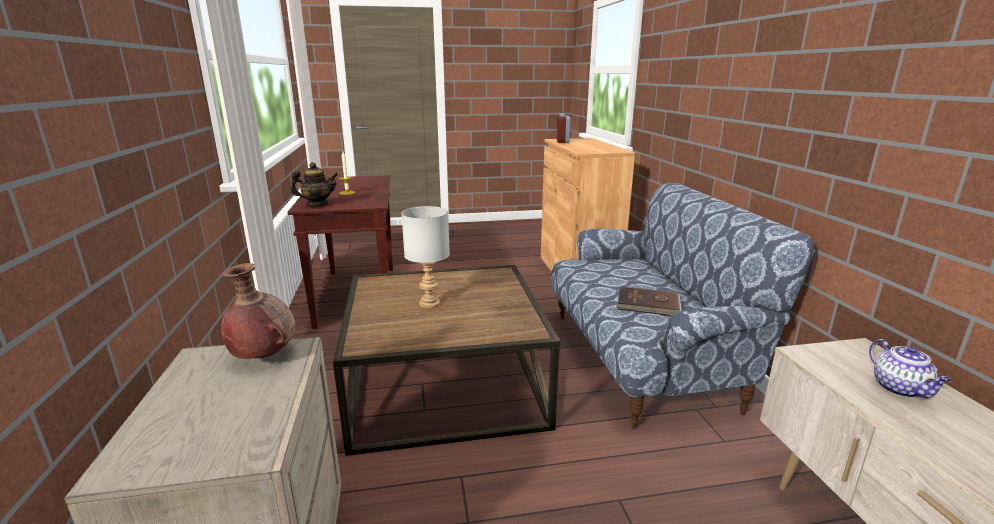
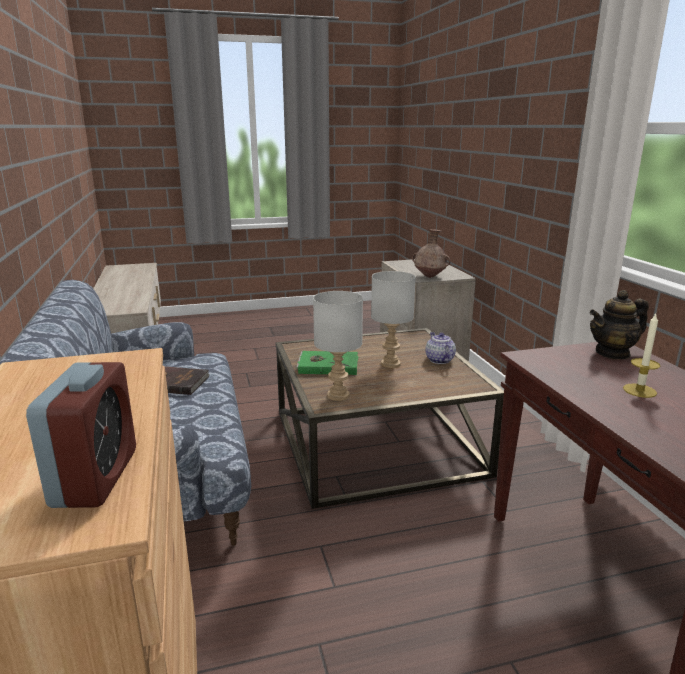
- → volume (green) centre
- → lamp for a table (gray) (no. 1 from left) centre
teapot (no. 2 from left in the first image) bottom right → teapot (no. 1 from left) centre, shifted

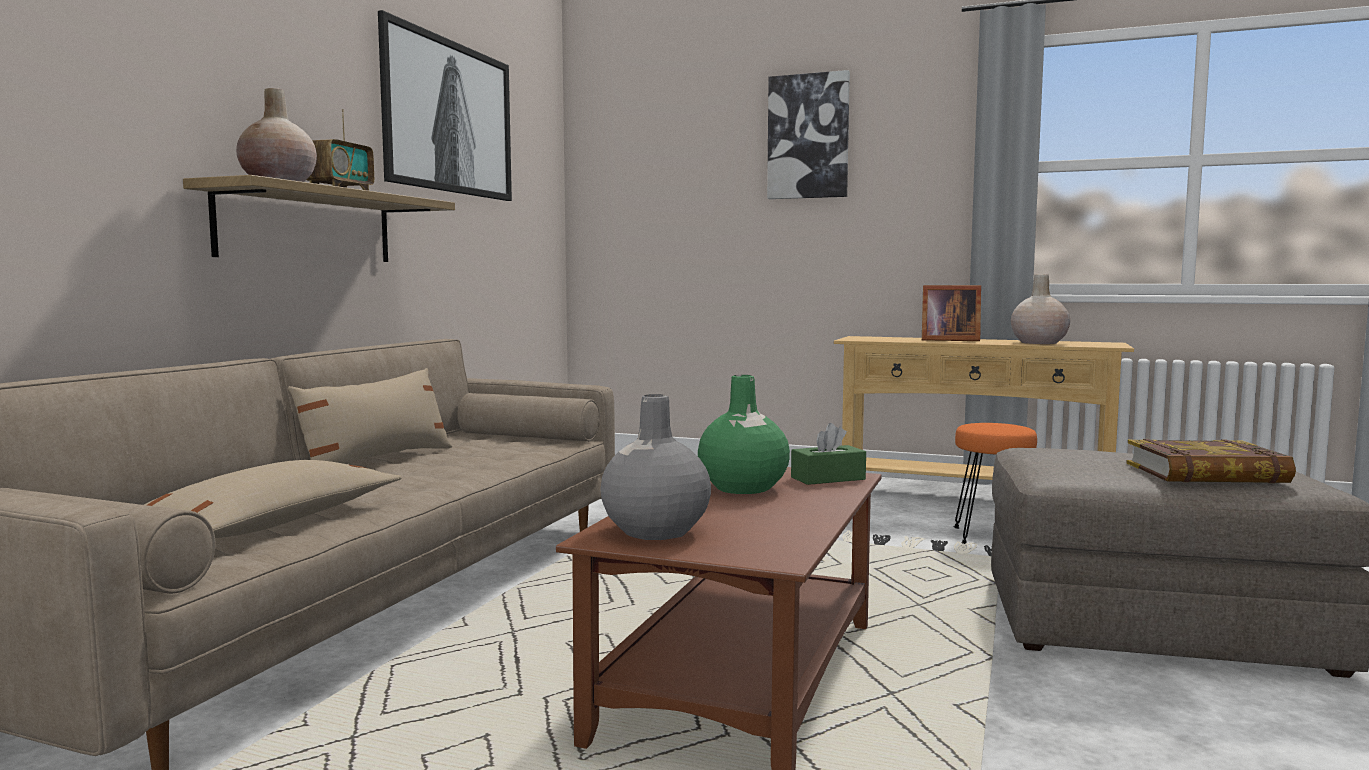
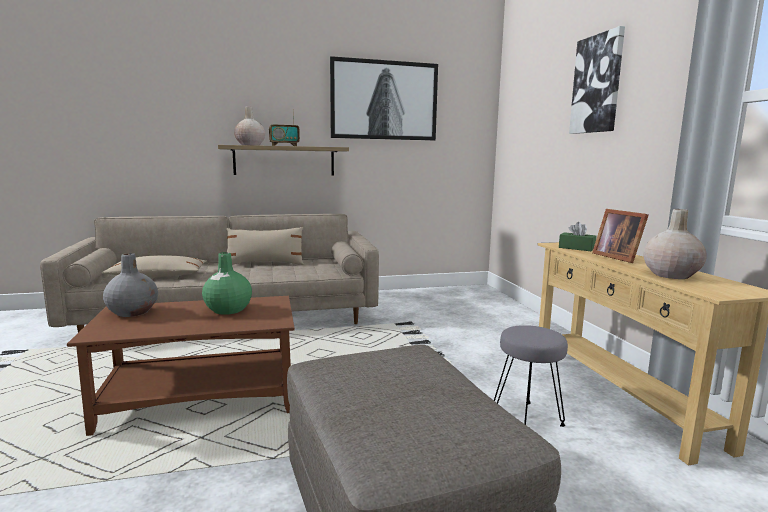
stool (orange) middle right → stool (gray) bottom right
tissue box (green) centre → tissue box (green) middle right, shifted
volume middle right → -

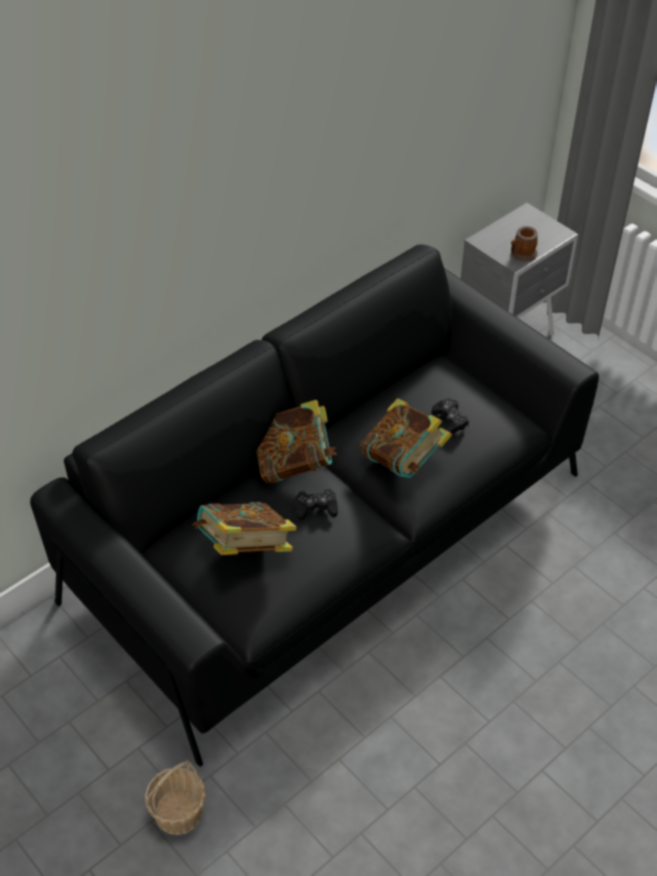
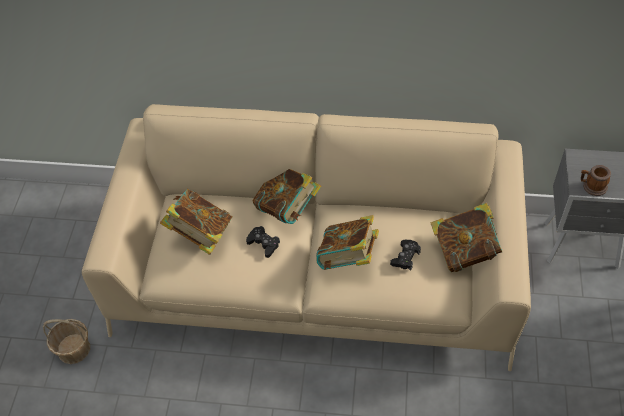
couch (black-coloured) centre → couch (sand-coloured) centre
- → volume (no. 4 from left) middle right

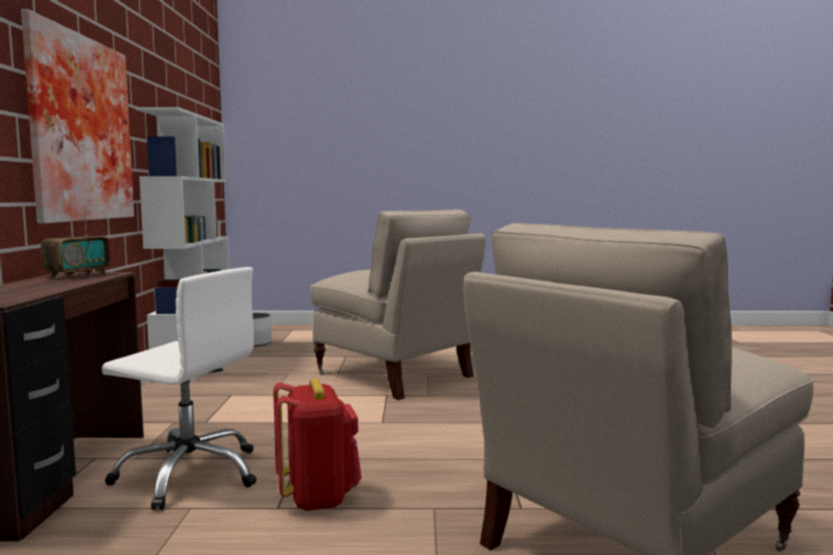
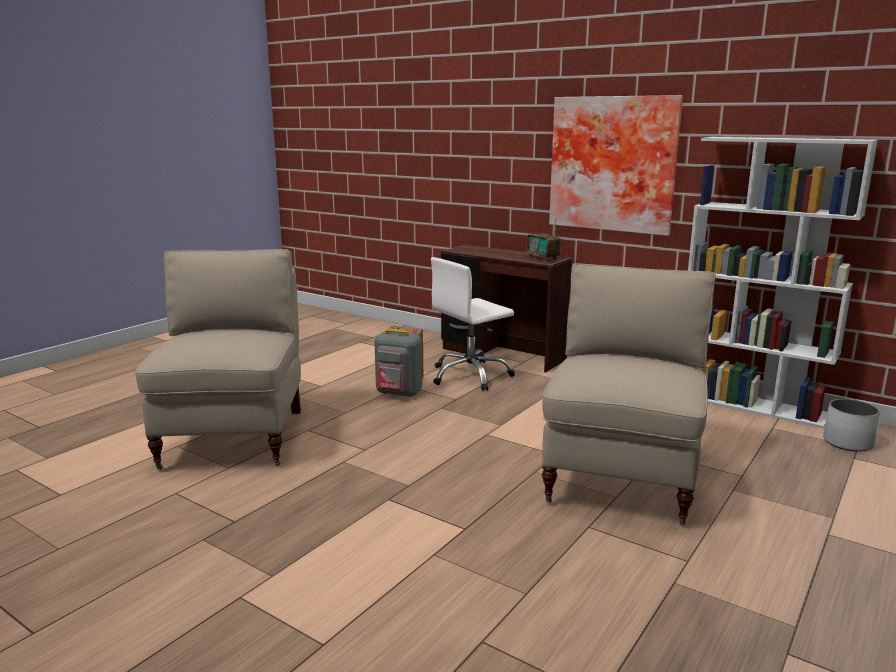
backpack (reddish) bottom centre → backpack (gray) centre
plain chair (sand-coloured) (no. 1 from left in the first image) centre → plain chair (sand-coloured) (no. 2 from left) middle right, 120 degrees clockwise

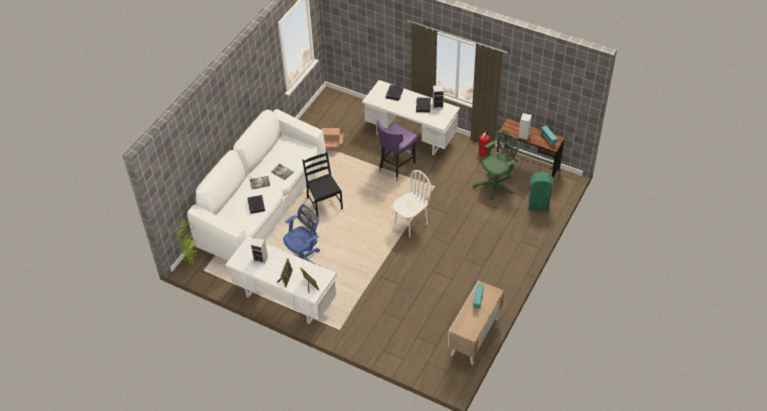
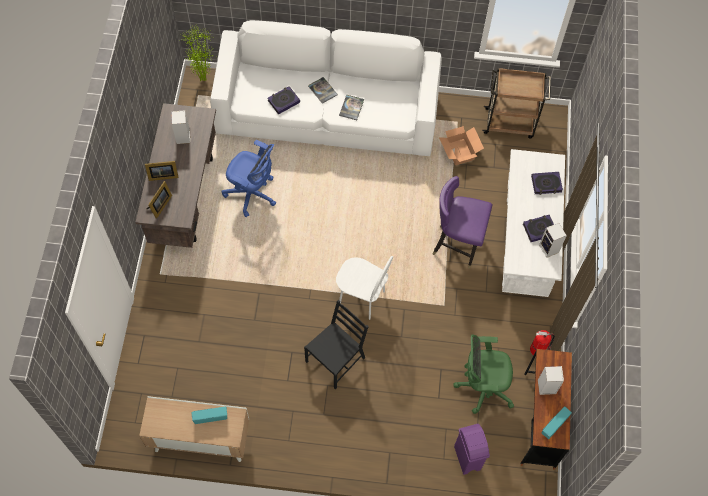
desk table (white-coloured) (no. 1 from left) bottom centre → desk table (brownish) (no. 1 from left) middle left
plain chair (black-coloured) centre → plain chair (black-coloured) bottom centre, shifted
desk chair (green) centre → desk chair (green) bottom right, 150 degrees clockwise
trash can (green) middle right → trash can (purplish) bottom right
- → trolley (brownish) top right

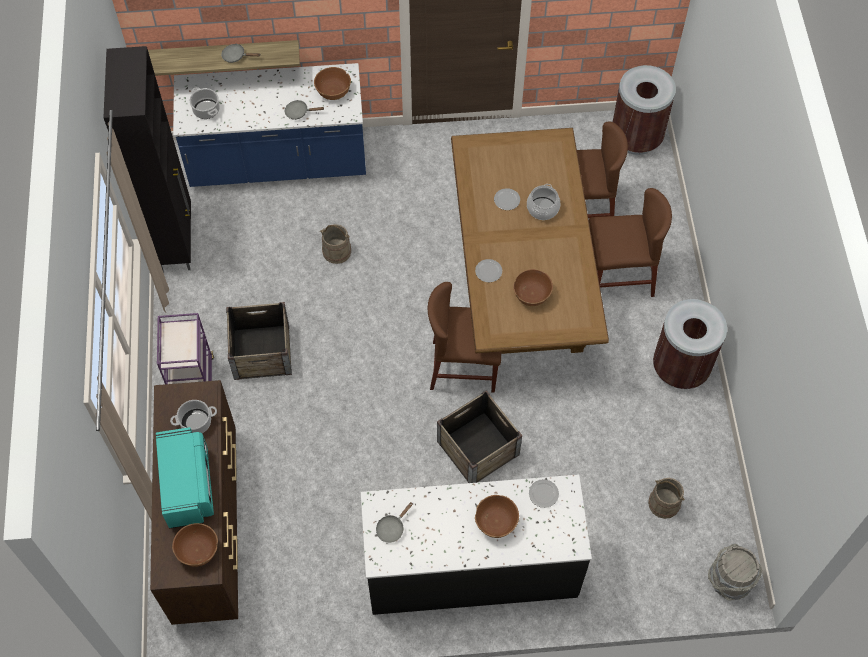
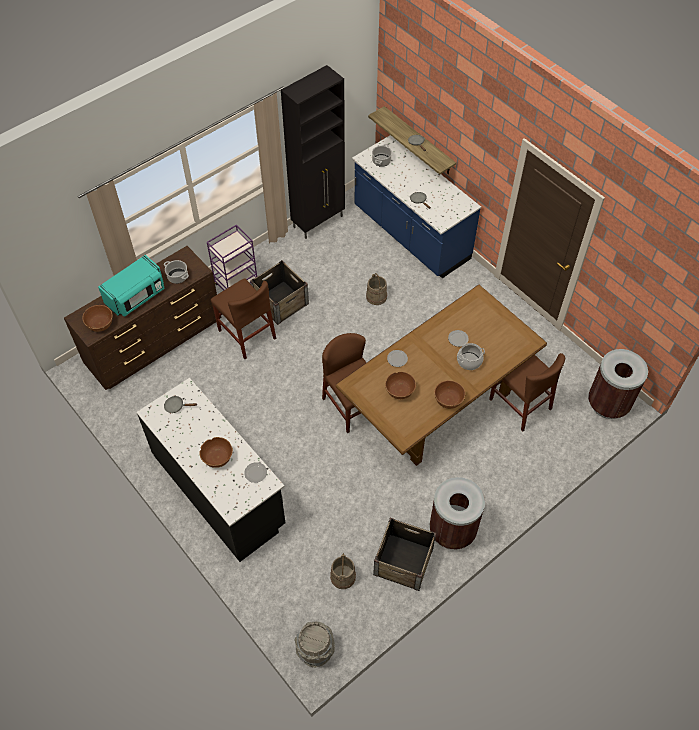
plain chair (brownish) (no. 3 from left in the first image) middle right → plain chair (brownish) (no. 1 from left) centre, shifted
packing crate (no. 2 from left) centre → packing crate (no. 2 from left) bottom centre, shifted
deep dish (brownish) (no. 2 from left in the first image) top centre → deep dish (brownish) (no. 4 from left) centre, shifted

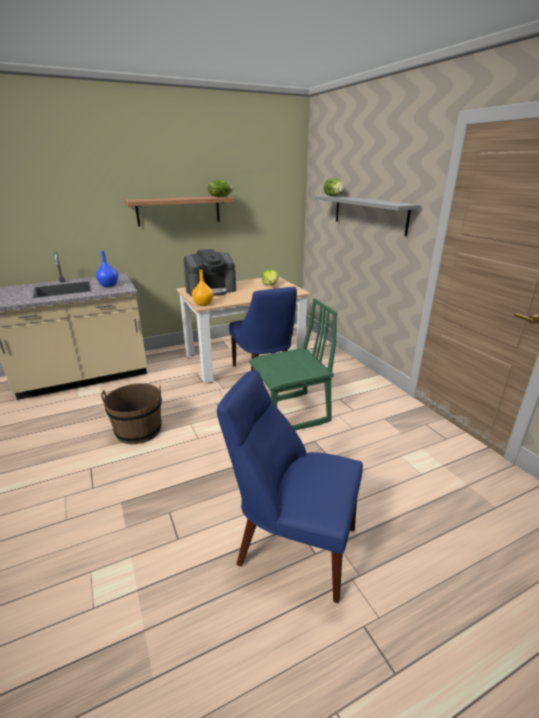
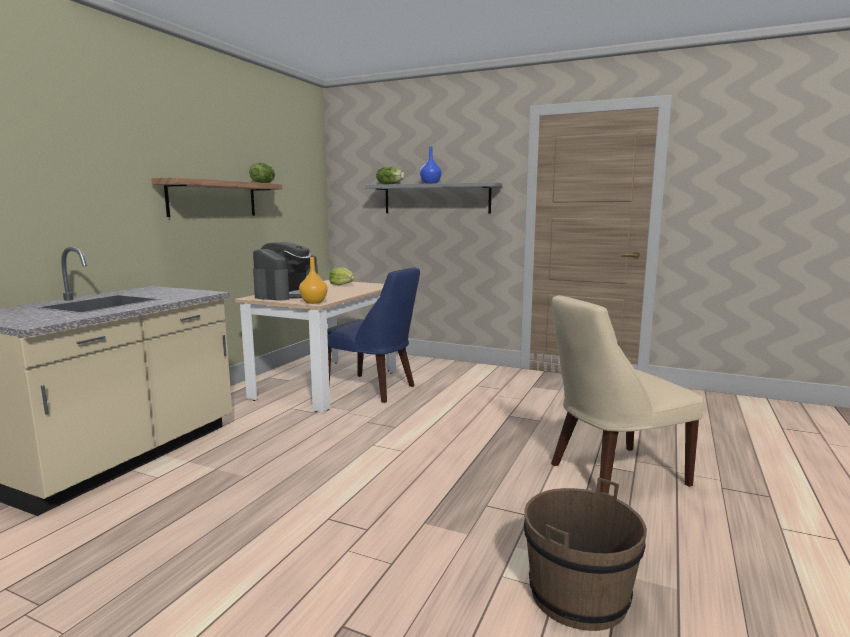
decorative vase (blue-coloured) middle left → decorative vase (blue-coloured) top centre, shifted
pail (brownish) middle left → pail (brownish) bottom right, shifted
plain chair (blue-coloured) (no. 2 from left) bottom centre → plain chair (sand-coloured) middle right
plain chair (green) centre → -

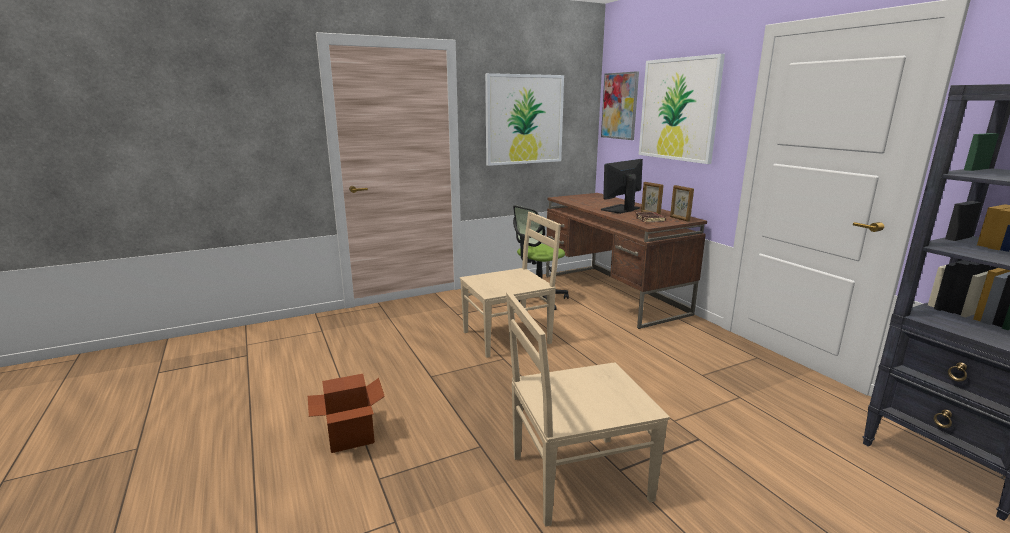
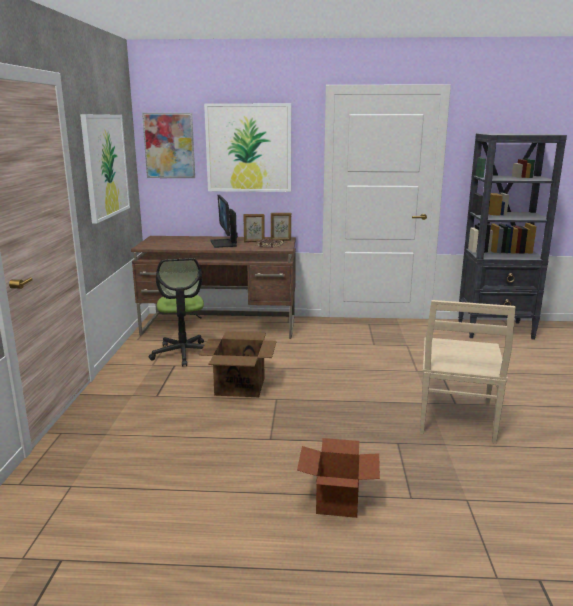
plain chair (sand-coloured) (no. 1 from left) centre → cardboard box (no. 1 from left) centre

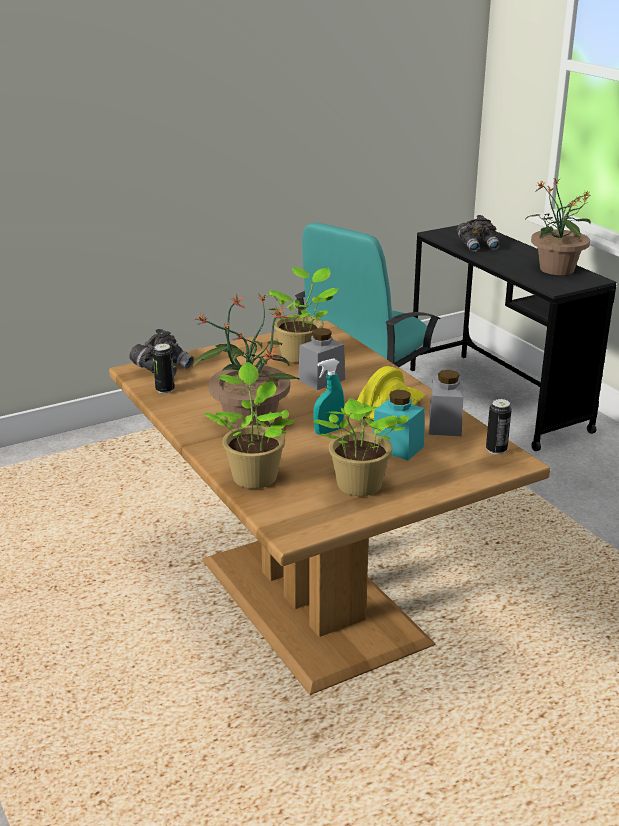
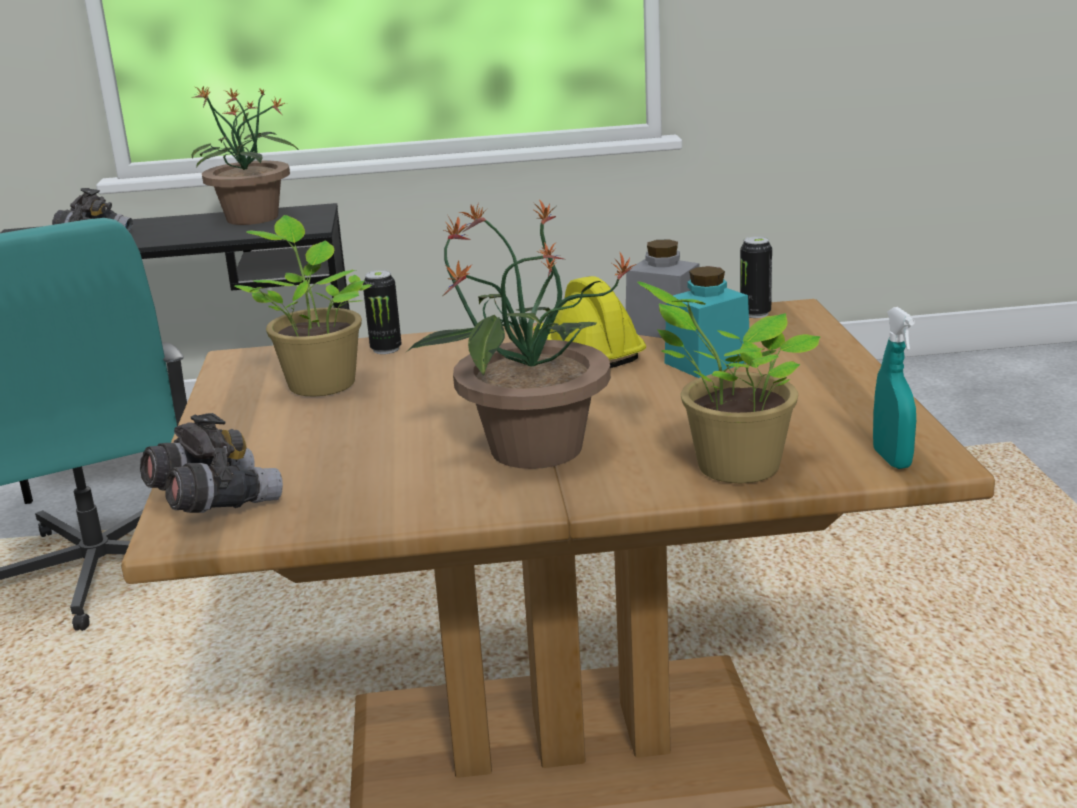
can (no. 1 from left) middle left → can (no. 1 from left) centre, shifted
spray bottle (turquoise-coloured) centre → spray bottle (turquoise-coloured) middle right, shifted
storage jar (gray) (no. 1 from left) centre → -
houseplant (no. 4 from left) centre → -

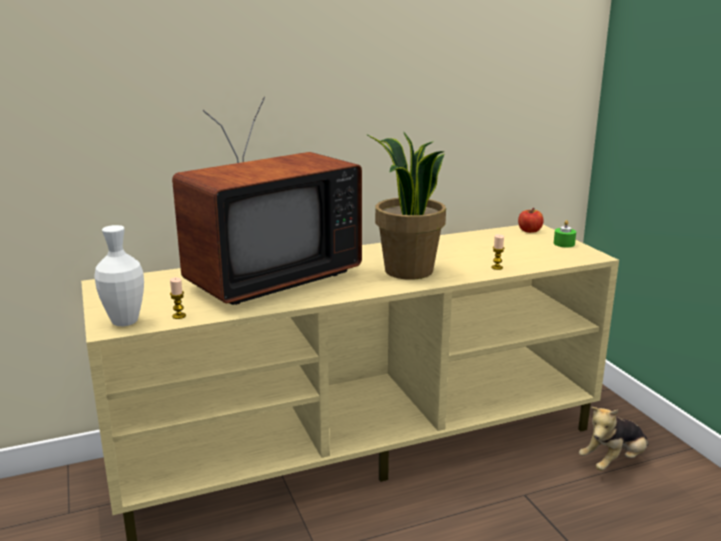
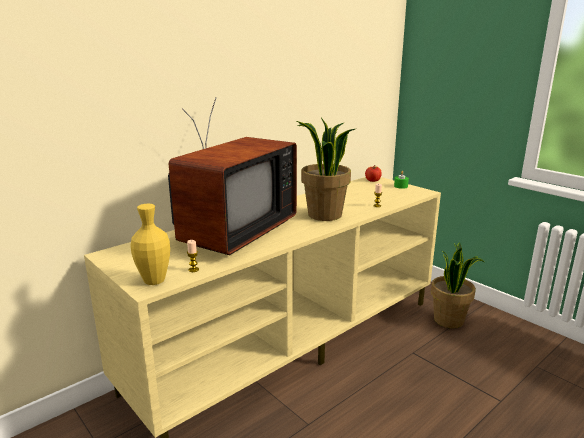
decorative vase (white-coloured) middle left → decorative vase (yellow) middle left
plush toy bottom right → houseplant (no. 2 from left) middle right

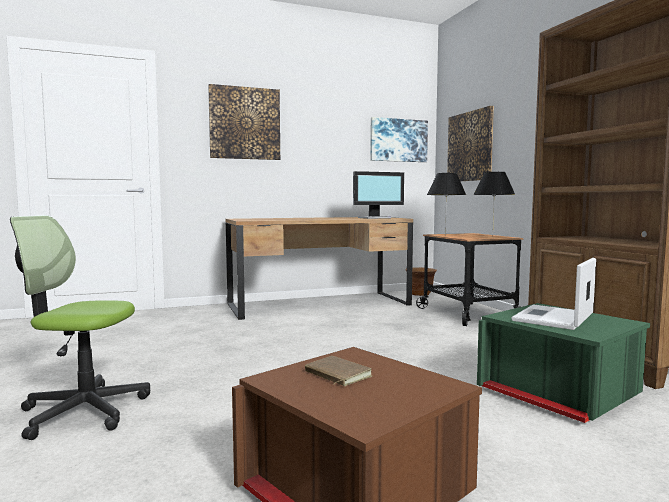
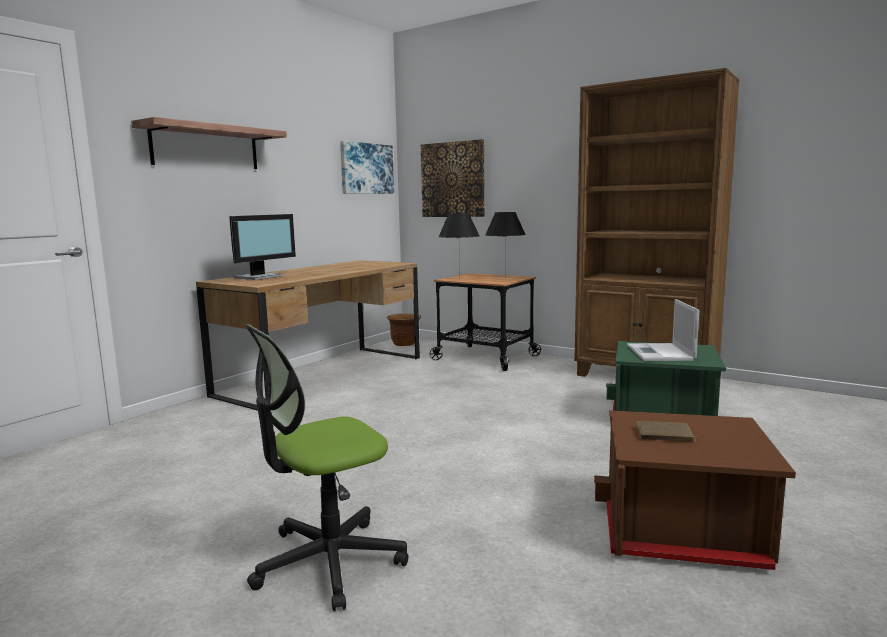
wall picture (no. 1 from left) top centre → bracket shelf top left
monitor centre → monitor middle left, shifted

